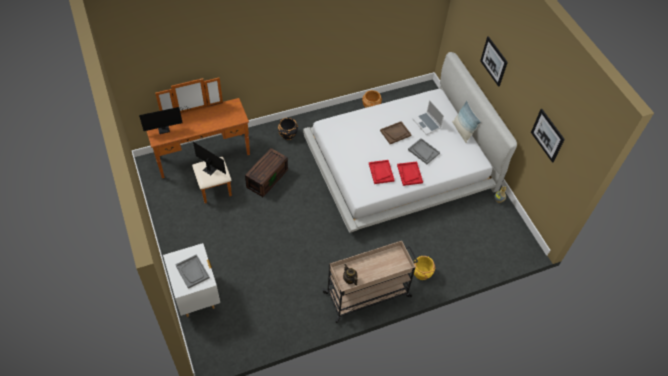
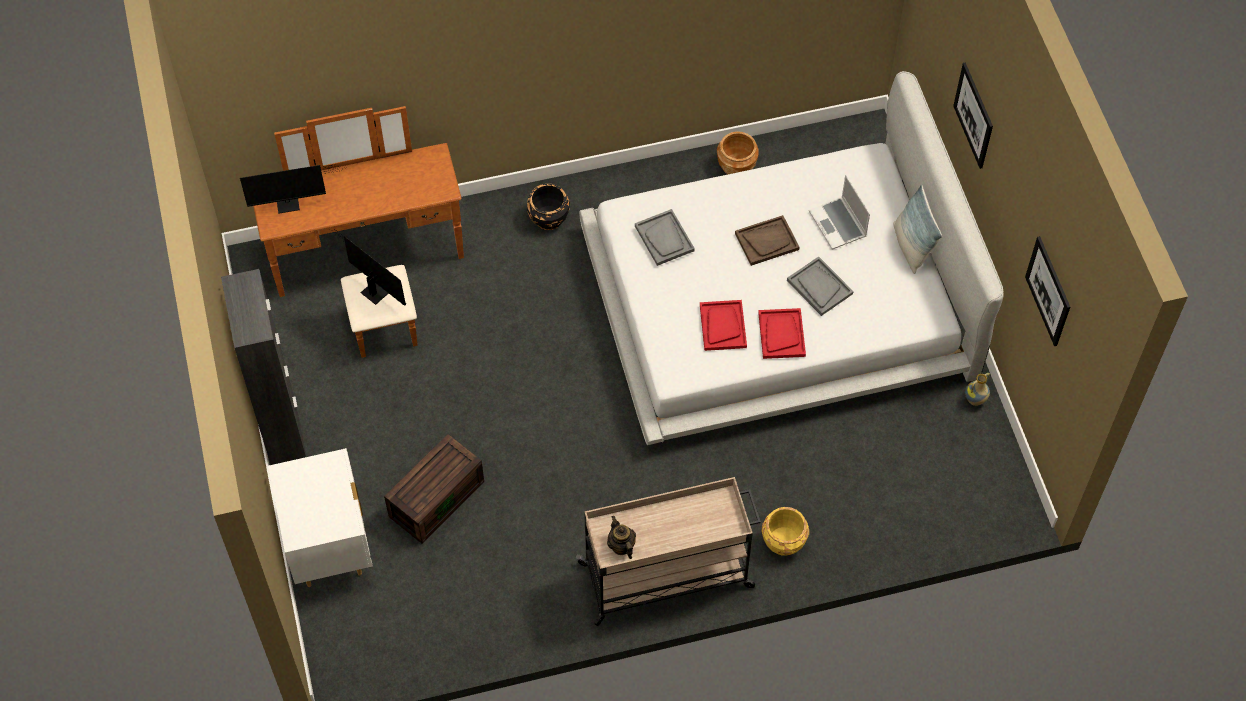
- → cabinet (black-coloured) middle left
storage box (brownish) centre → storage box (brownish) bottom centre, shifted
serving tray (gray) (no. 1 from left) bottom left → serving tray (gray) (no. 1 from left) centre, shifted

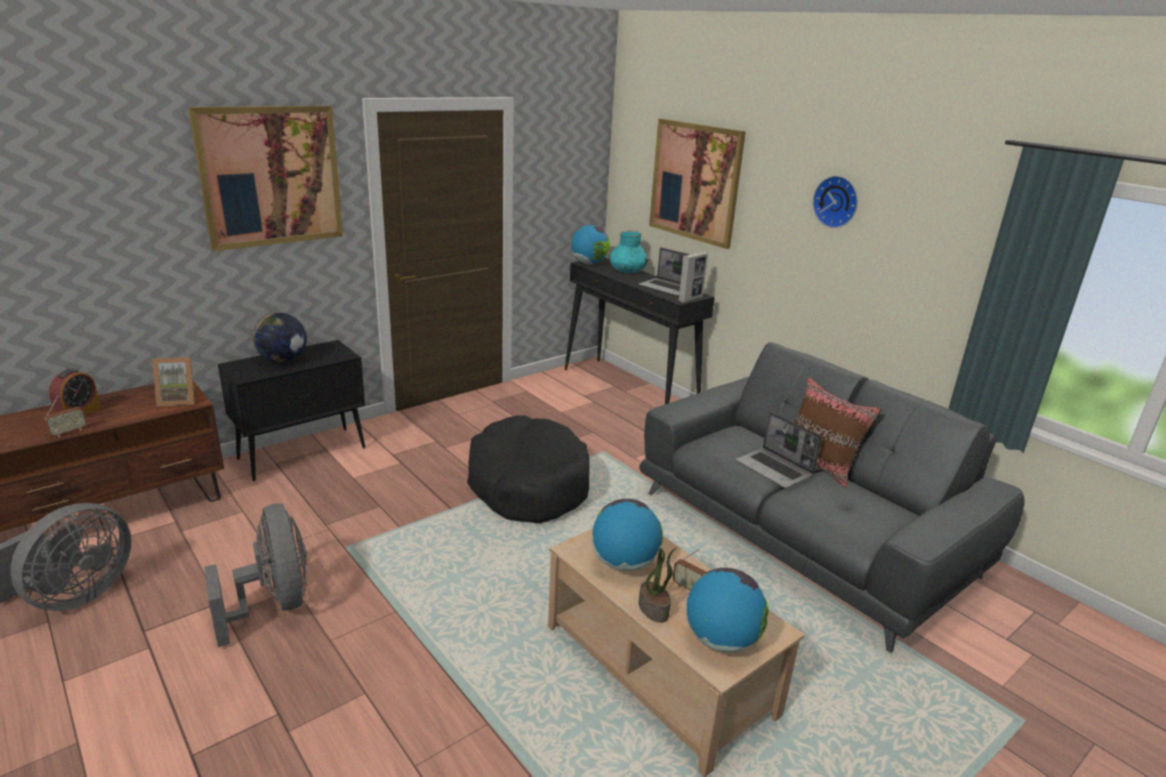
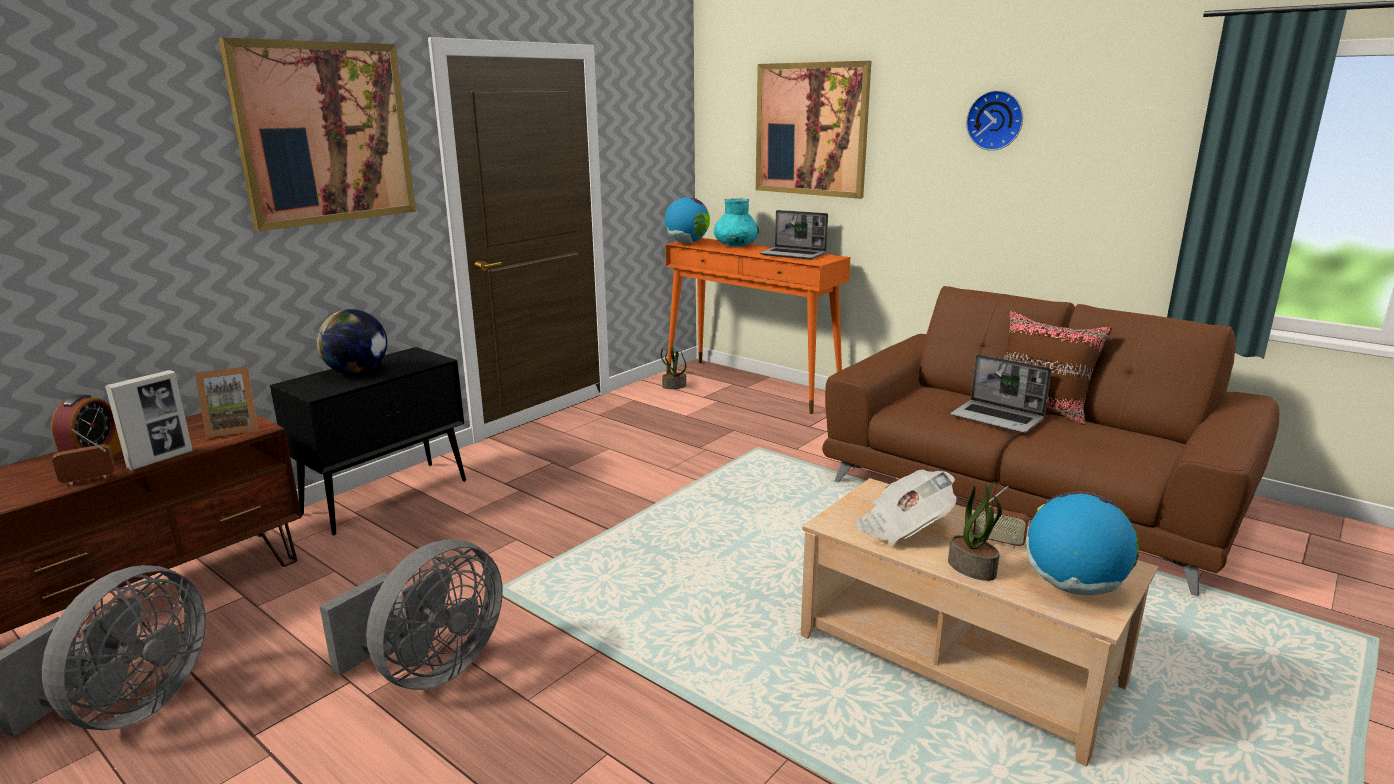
radio (no. 1 from left) middle left, 150 degrees counterclockwise
picture frame (no. 2 from left in the first image) centre → picture frame (no. 1 from left) middle left, shifted
fan (gray) (no. 2 from left) bottom left, 75 degrees clockwise
- → houseplant (no. 1 from left) centre
console table (black-coloured) centre → console table (orange) centre
couch (gray) middle right → couch (brownish) middle right
world globe (no. 3 from left) bottom centre → printed paper centre
dog bed (black-coloured) centre → -

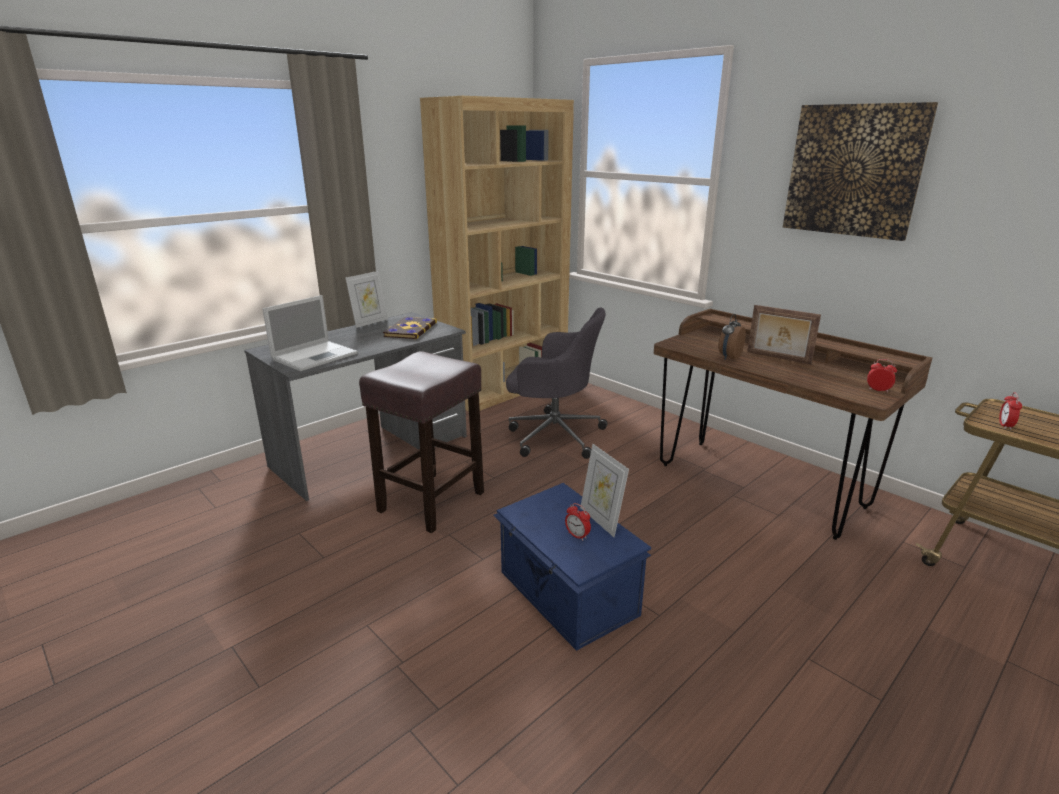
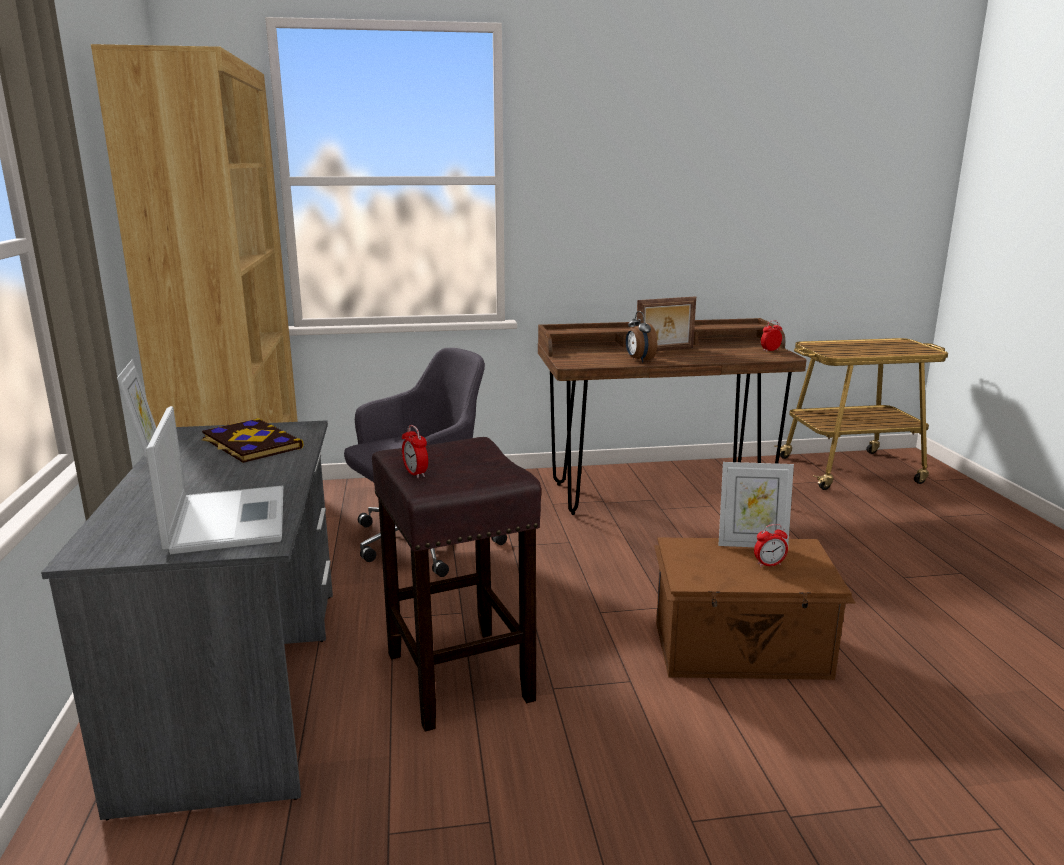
table clock (no. 4 from left in the first image) middle right → table clock (no. 1 from left) centre, shifted
storage box (blue-coloured) bottom centre → storage box (brownish) bottom right
wall picture top right → -

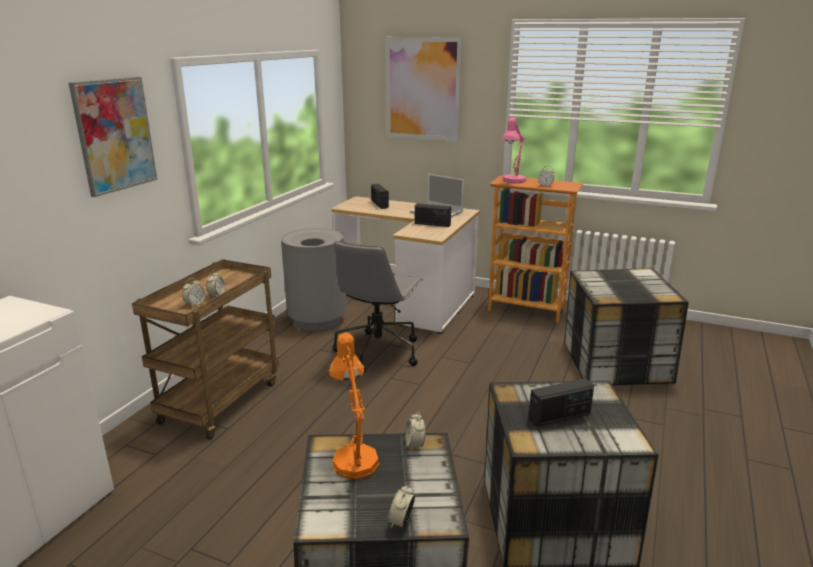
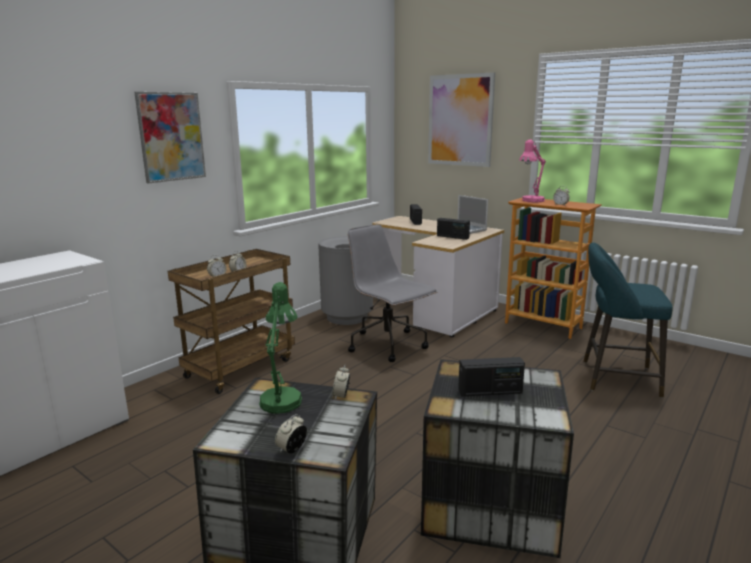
lamp for a table (orange) bottom centre → lamp for a table (green) centre
desk chair (gray) centre, 105 degrees clockwise
storage box (no. 3 from left) middle right → stool (turquoise-coloured) middle right

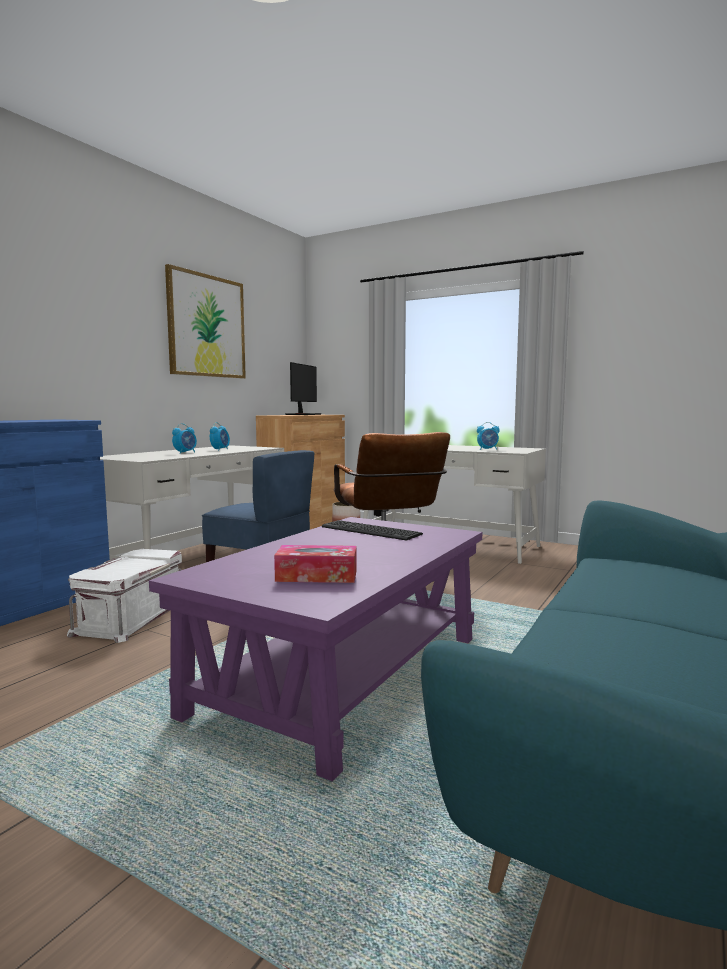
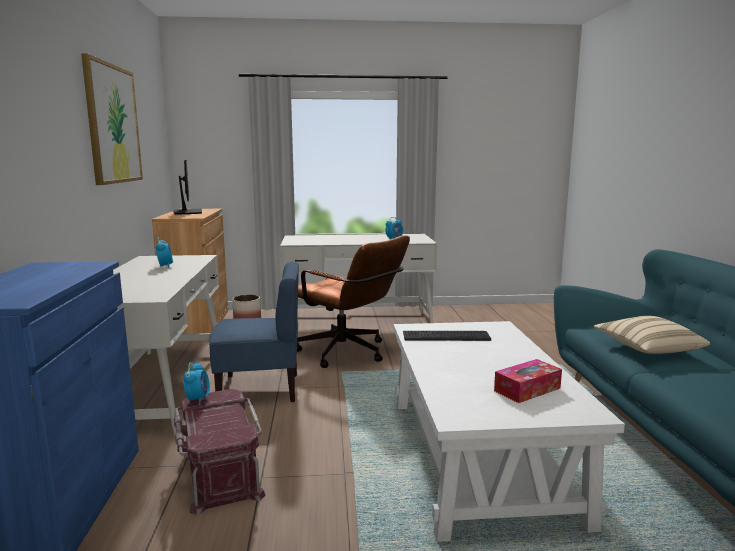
storage box (white-coloured) middle left → storage box (reddish) bottom left
table clock (no. 1 from left in the first image) middle left → table clock (no. 2 from left) bottom left, shifted
low table (purplish) bottom centre → low table (white-coloured) bottom right
- → cushion (sand-coloured) middle right

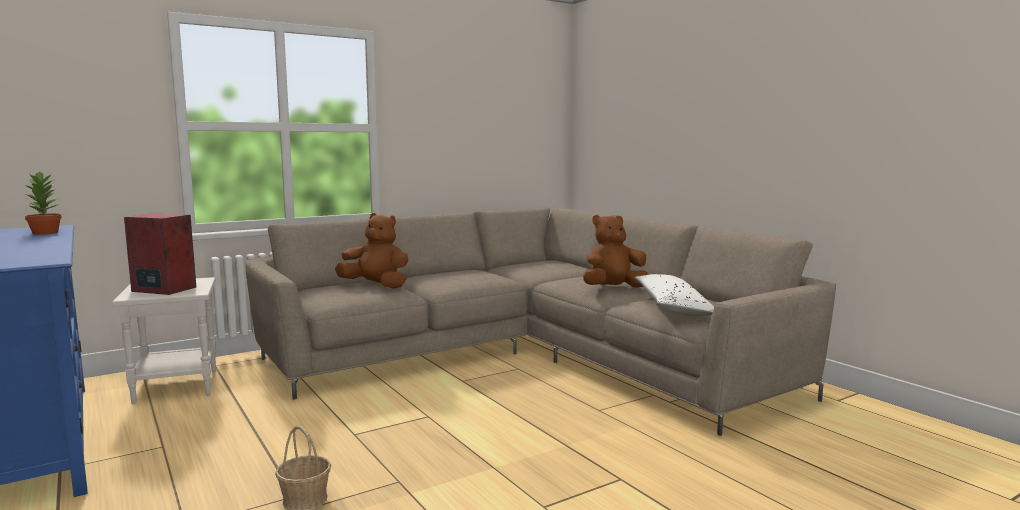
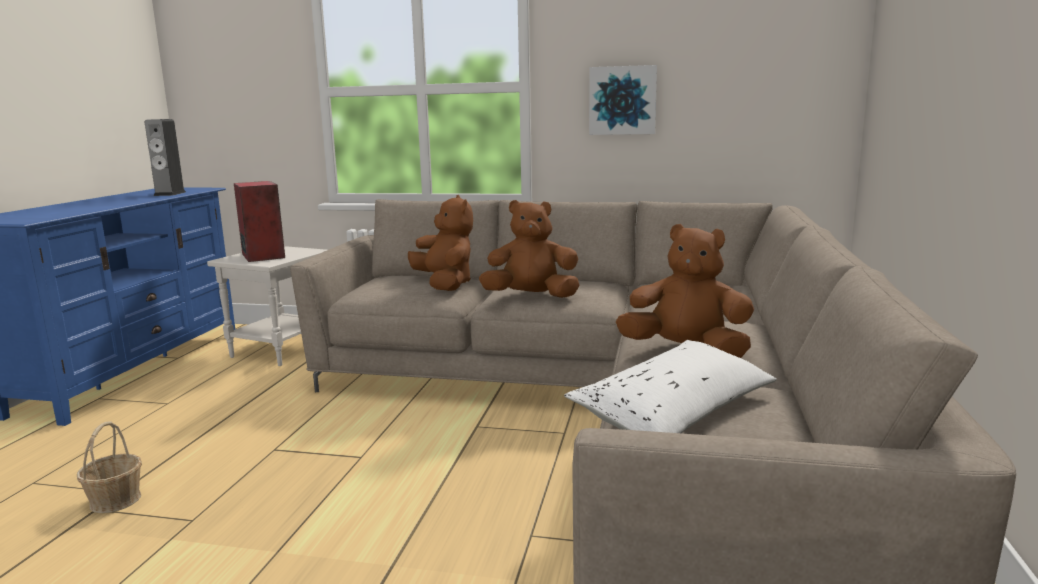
houseplant middle left → audio speaker (no. 1 from left) top left
- → plush toy (brownish) (no. 2 from left) centre
- → wall picture top centre

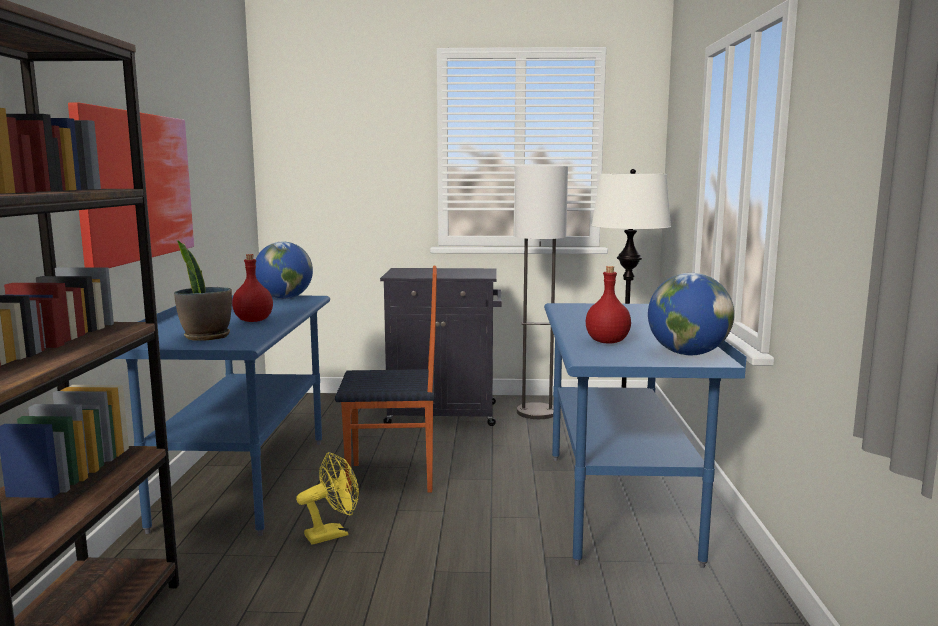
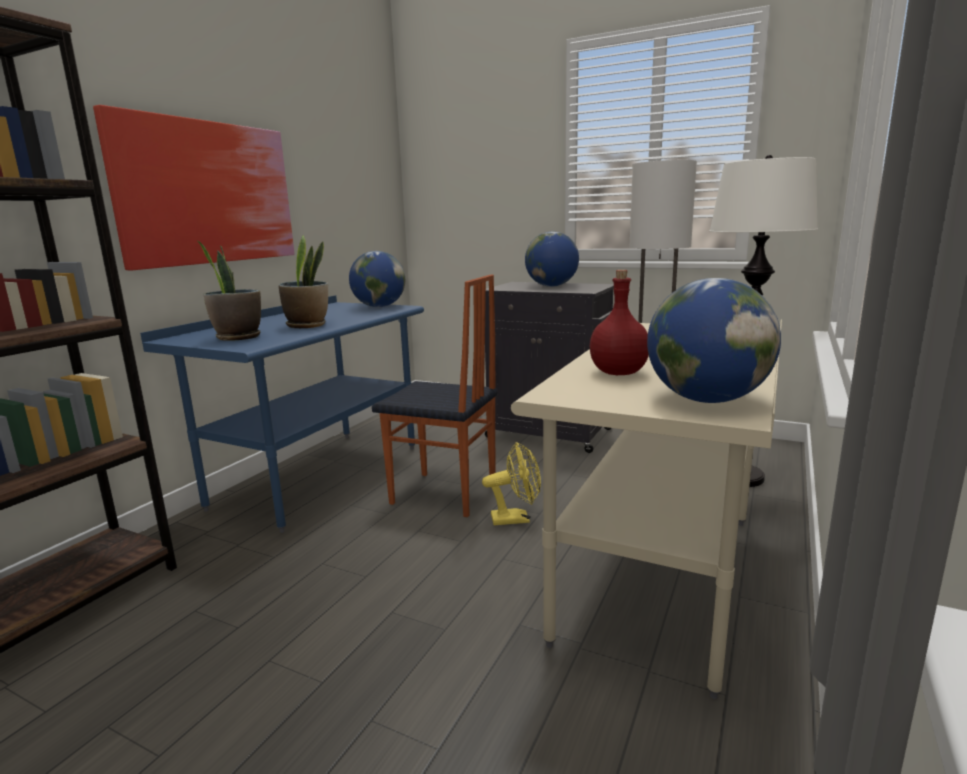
bottle (reddish) (no. 1 from left) middle left → houseplant (no. 2 from left) middle left
fan (yellow) bottom centre → fan (yellow) centre, shifted
desk table (blue-coloured) (no. 2 from left) bottom right → desk table (sand-coloured) middle right
- → world globe (no. 2 from left) centre

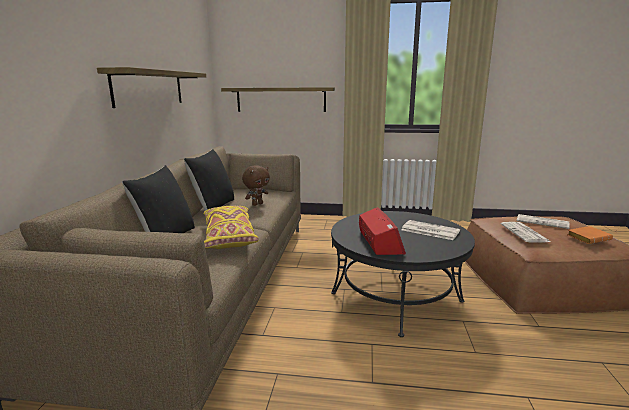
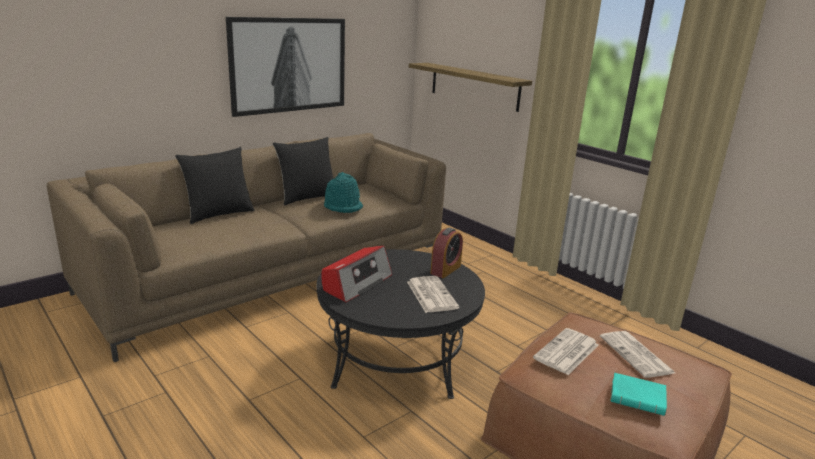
bracket shelf (no. 1 from left) top left → wall picture top centre
plush toy (brownish) centre → clothing hat (turquoise-coloured) centre
- → table clock centre
volume (orange) middle right → volume (turquoise-coloured) bottom right
cushion (yellow) centre → -

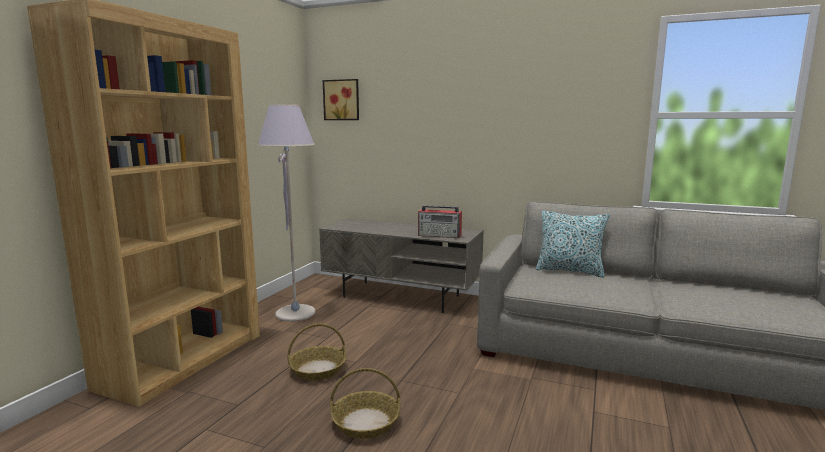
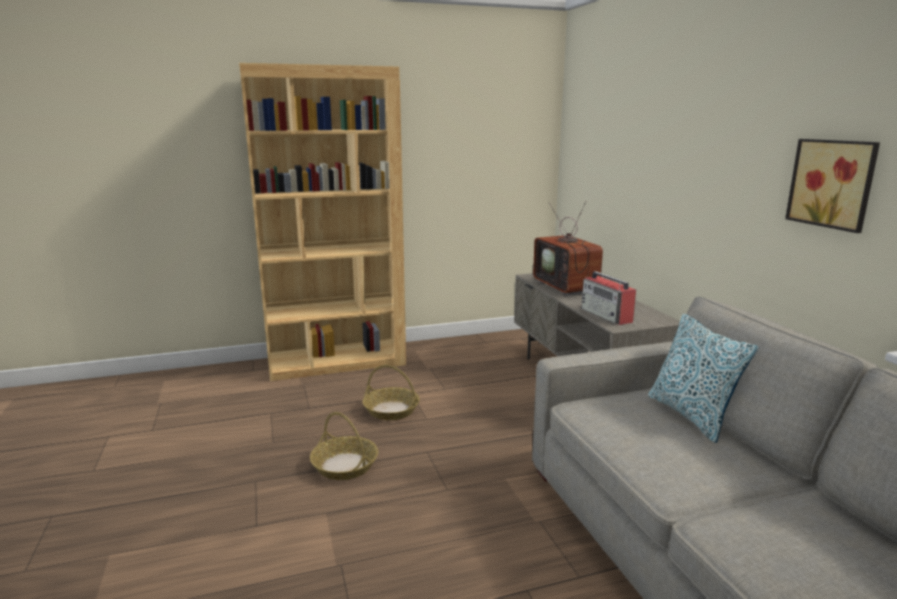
- → TV centre
wall picture top centre → wall picture top right, shifted
standing lamp (gray) centre → -

